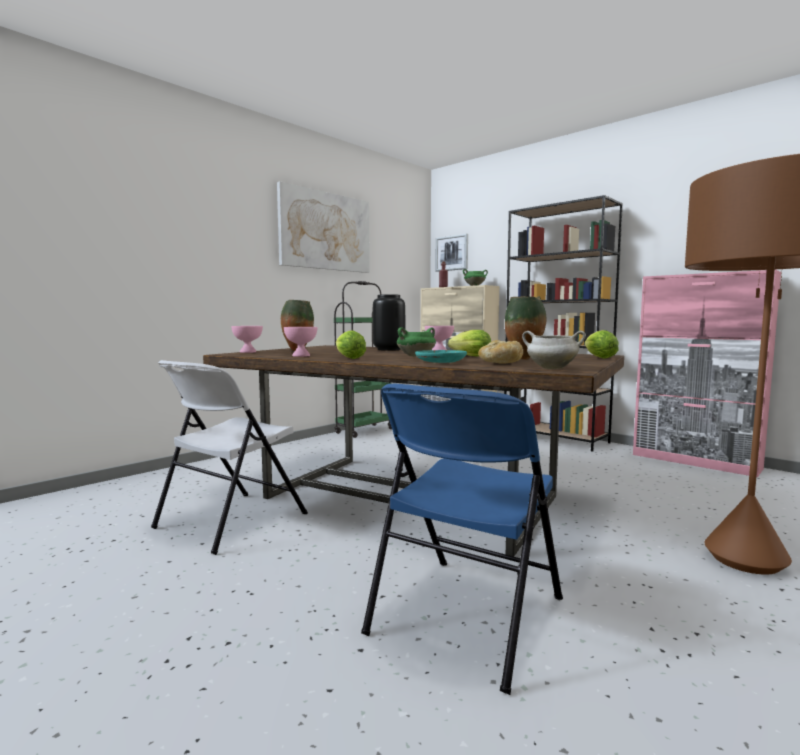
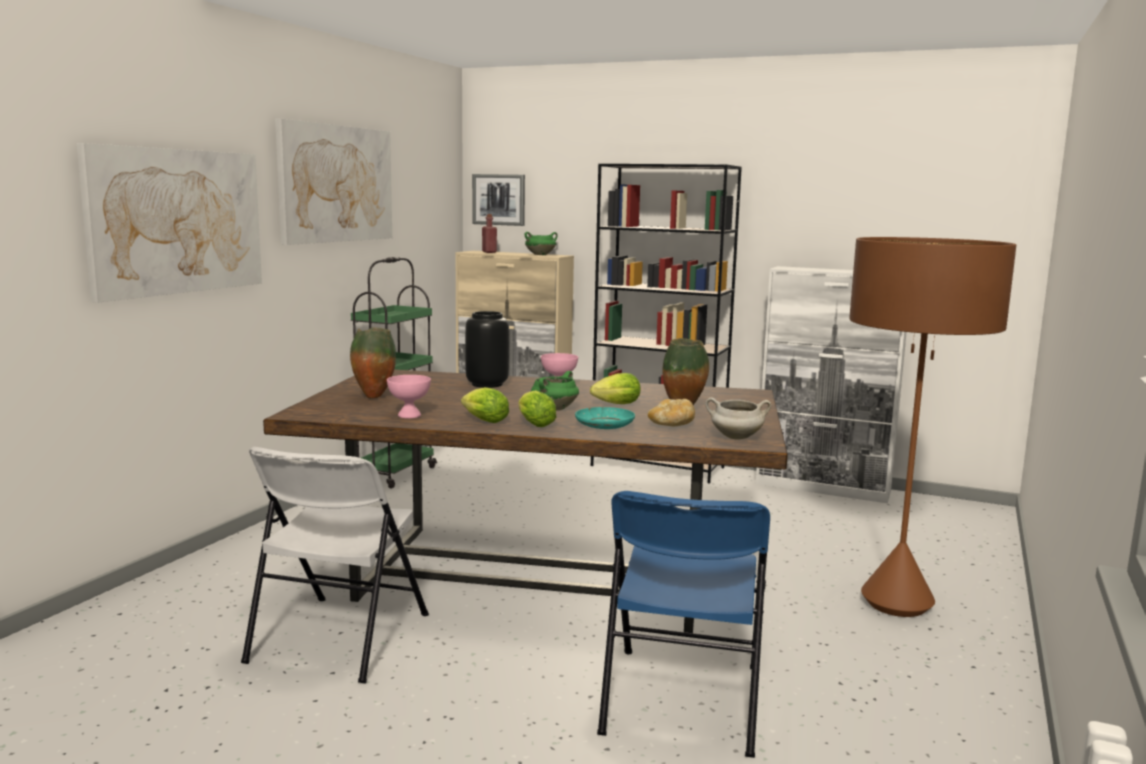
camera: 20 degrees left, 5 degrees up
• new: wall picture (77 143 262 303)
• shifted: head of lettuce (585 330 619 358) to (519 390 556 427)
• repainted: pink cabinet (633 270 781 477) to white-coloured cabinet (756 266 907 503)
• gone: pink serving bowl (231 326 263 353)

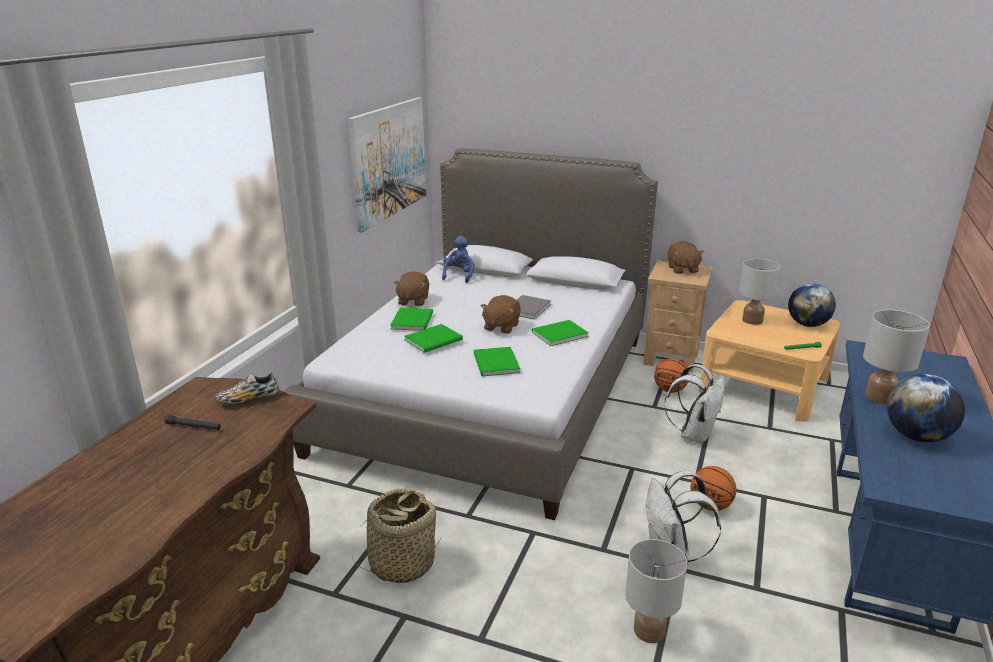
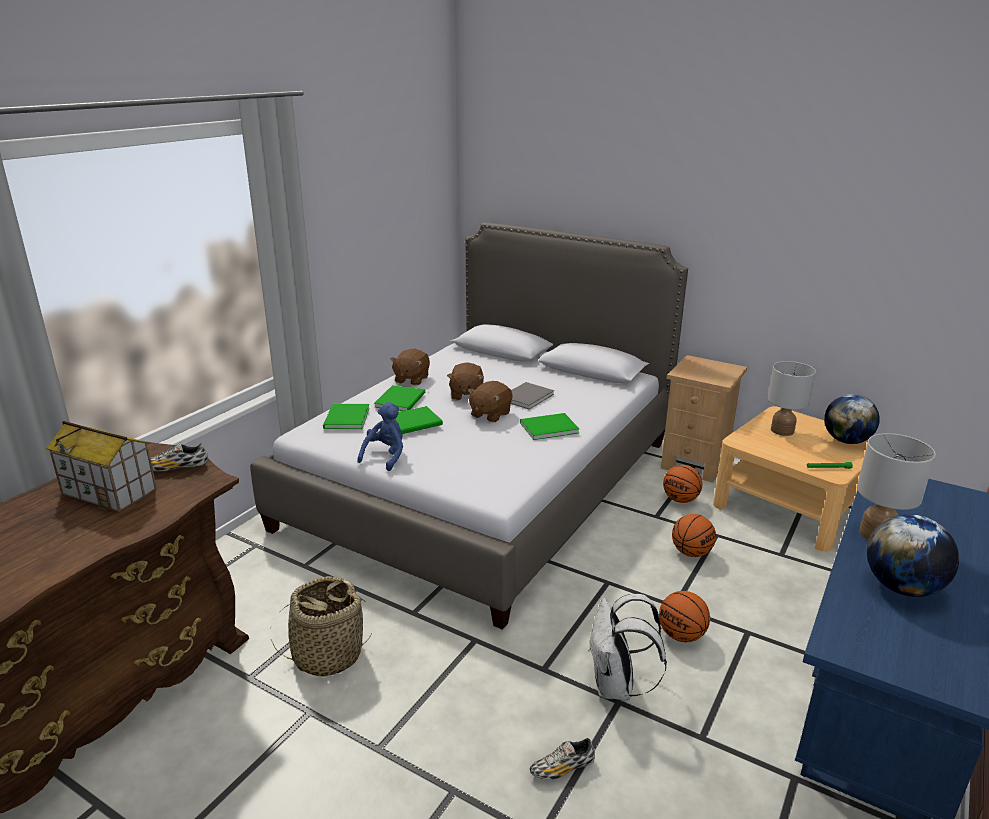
camera: 10 degrees right, 0 degrees up
• swapped: blackish torch (165 415 221 430) to miniature house (46 421 157 512)
• shifted: green-coloured bound book (474 347 520 376) to (323 404 370 429)
• shifted: bluish plush toy (442 236 475 283) to (357 402 403 471)
• shifted: brown-coloured plush toy (668 241 704 274) to (447 362 484 400)
• swapped: grey tabletop lamp (625 539 687 643) to item of footwear (530 738 595 780)
• swapped: white-coloured rucksack (665 364 725 444) to basketball (672 514 716 557)
• gone: wall picture (348 97 426 232)

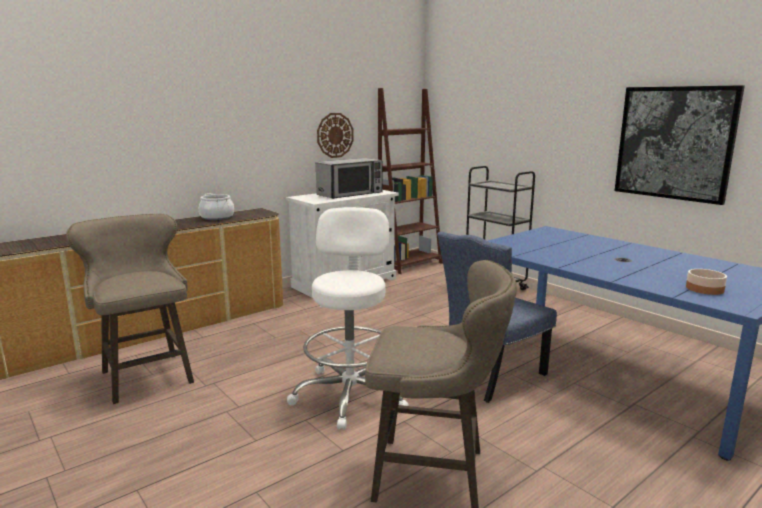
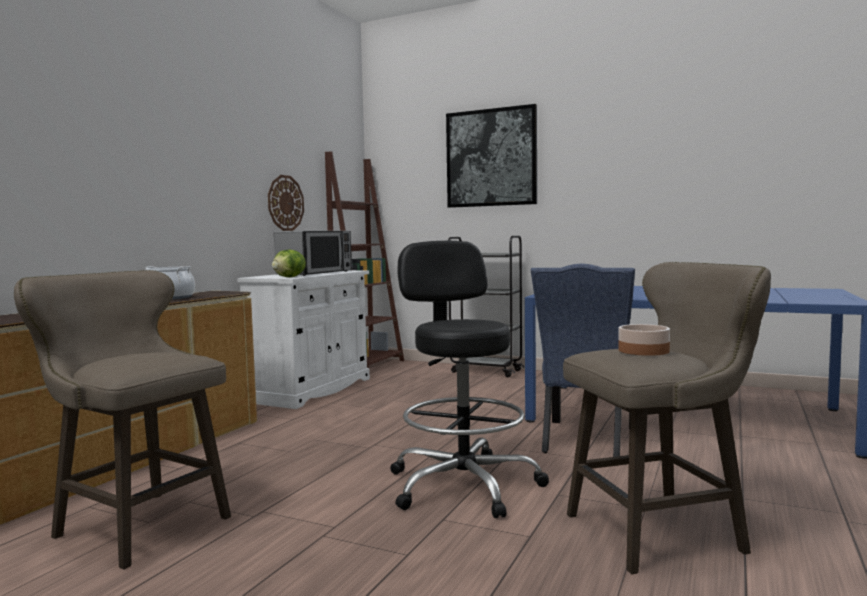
camera: 25 degrees left, 10 degrees down
• new: head of lettuce (272 249 306 277)
• repainted: white-coloured sitting stool (287 207 409 430) to blackish sitting stool (390 241 549 518)
• shifted: wall picture (615 85 745 205) to (446 104 537 208)
• shifted: serving bowl (686 269 727 295) to (618 324 670 356)

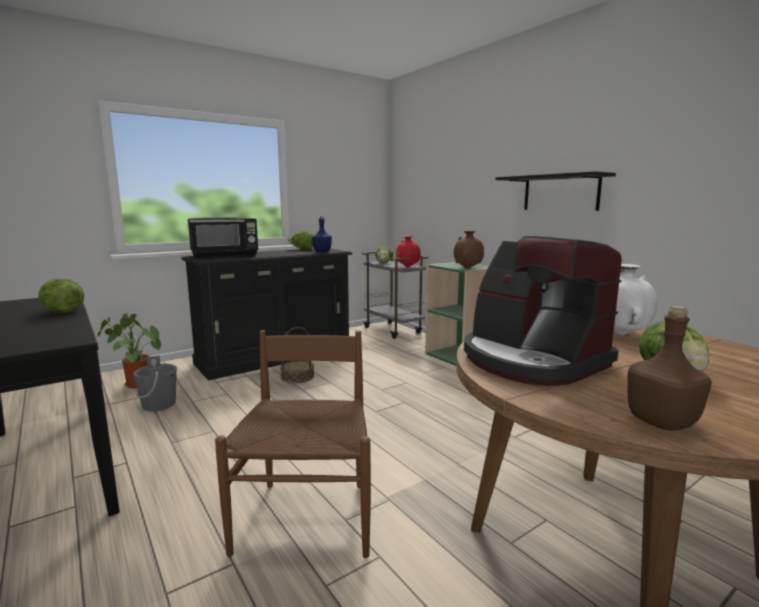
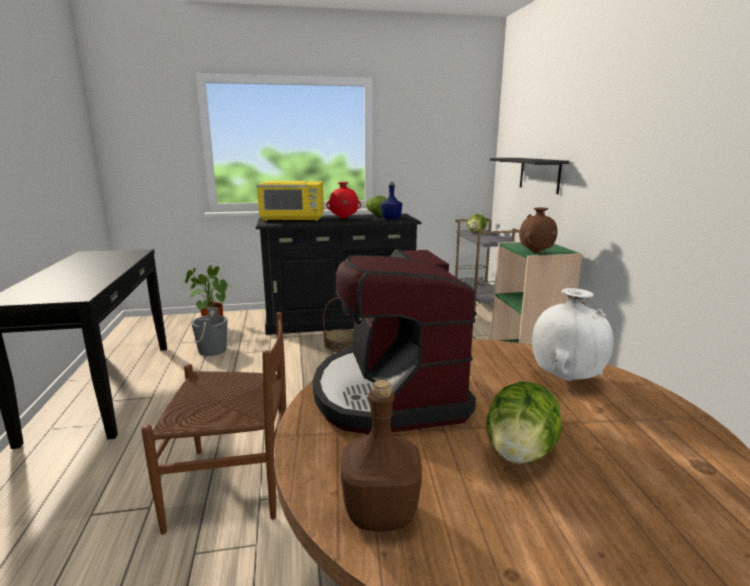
camera: 25 degrees right, 5 degrees up
• rotated: brown-coloured plain chair (215 330 371 558) = (141 312 286 535) 60 degrees clockwise
• repainted: blackish microwave oven (188 217 258 259) to yellow-coloured microwave oven (257 181 324 221)
• shifted: red-coloured vase (396 236 421 267) to (326 182 361 219)
• shifted: blackish wall shelf (496 171 616 211) to (490 158 569 194)
• gone: head of lettuce (39 279 84 313)

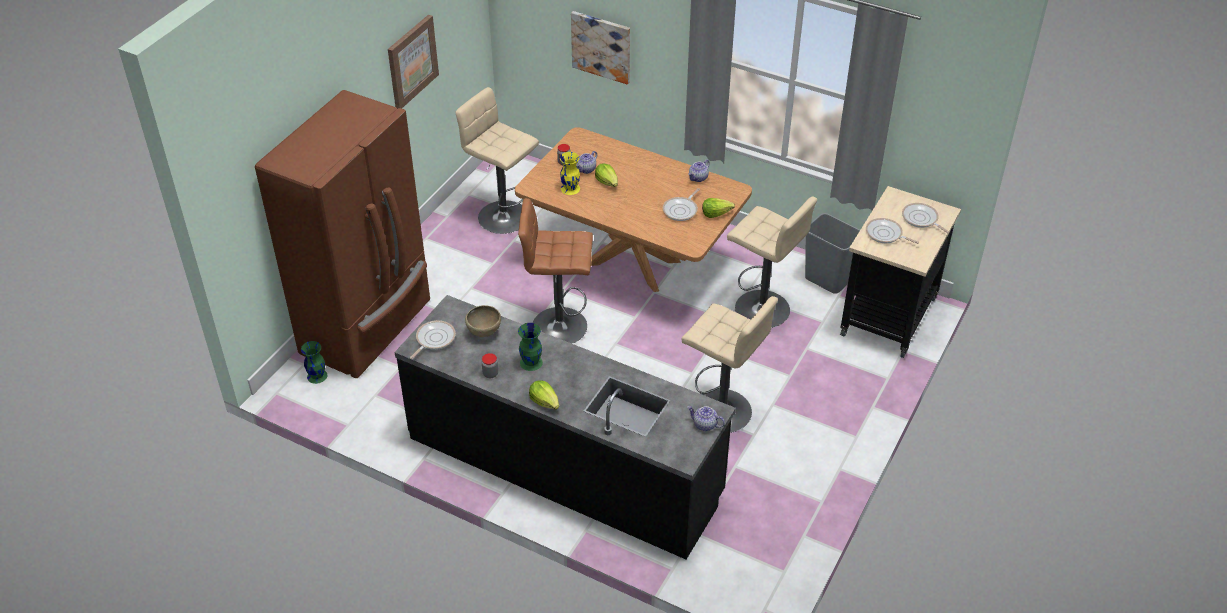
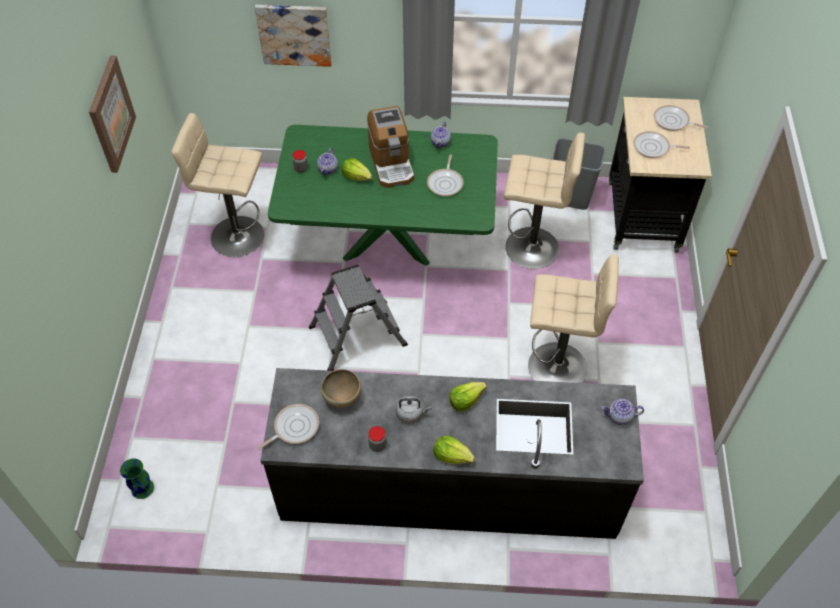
camera: 25 degrees left, 10 degrees up
• rotated: pan (410 320 456 359) = (257 404 319 450) 45 degrees clockwise
• repainted: brown-coloured kitchen table (515 127 752 292) to green-coloured kitchen table (268 125 498 266)
• swapped: brown-coloured sitting stool (518 198 593 344) to grey step stool (309 264 408 371)
• new: coffee machine (367 106 414 188)
• swapped: green-coloured vase (518 323 543 371) to grey tea kettle (396 396 431 424)
• shifted: head of lettuce (702 198 735 218) to (449 382 487 411)
• gone: brown-coloured refrigerator (255 90 430 378)
• gone: yellow-coloured vase (560 152 580 195)

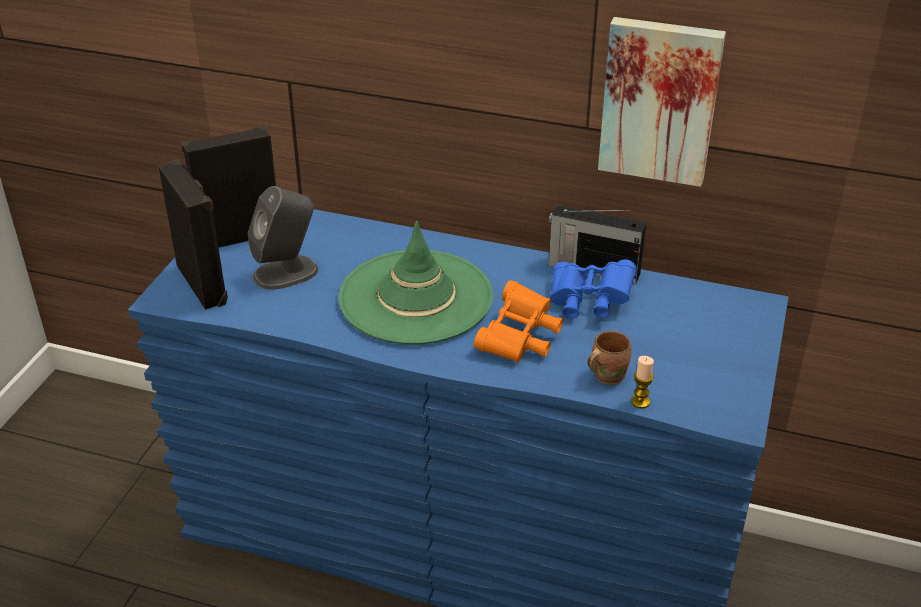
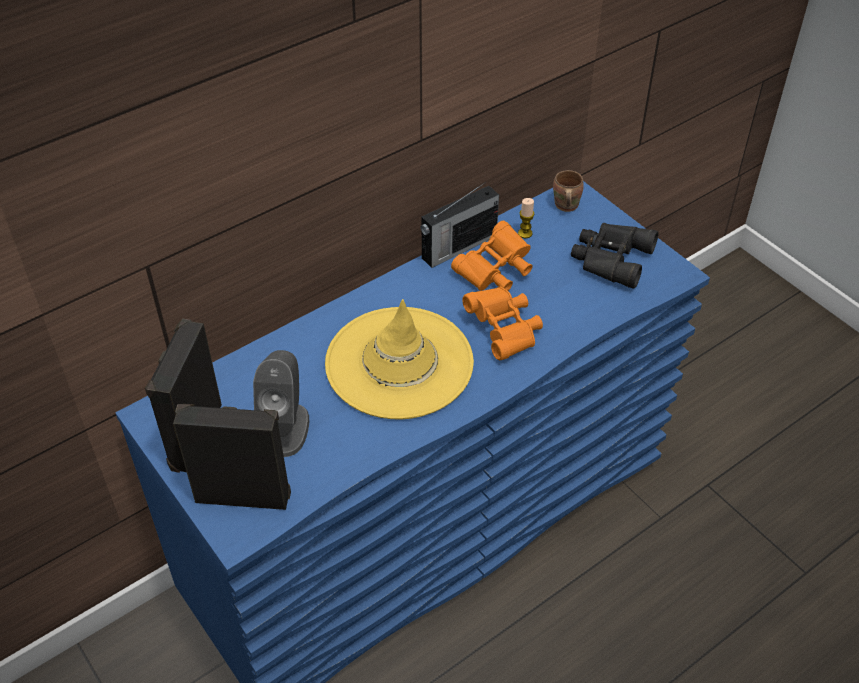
camera: 55 degrees left, 10 degrees up
• repainted: green-coloured clothing hat (339 221 493 345) to yellow-coloured clothing hat (325 299 474 420)
• repainted: bluish binoculars (550 259 637 319) to orange-coloured binoculars (451 221 533 291)
• shifted: wax light (631 356 654 408) to (518 198 534 238)
• shifted: brown-coloured mug (588 331 632 385) to (553 170 584 212)
• new: blackish binoculars (571 222 659 289)
• gone: wall picture (598 17 726 187)

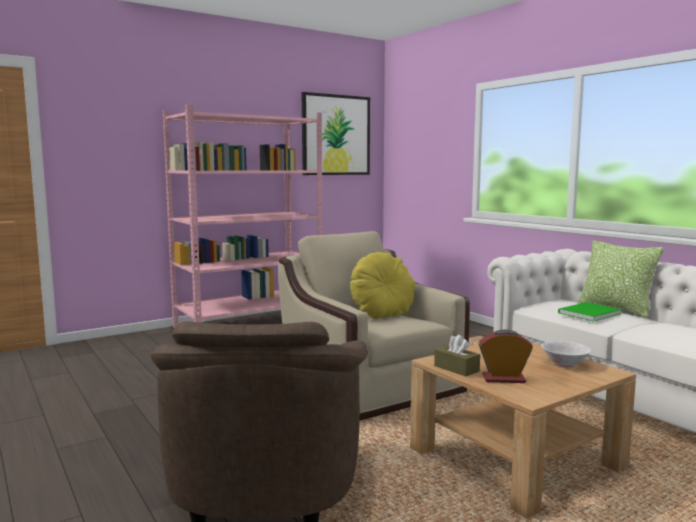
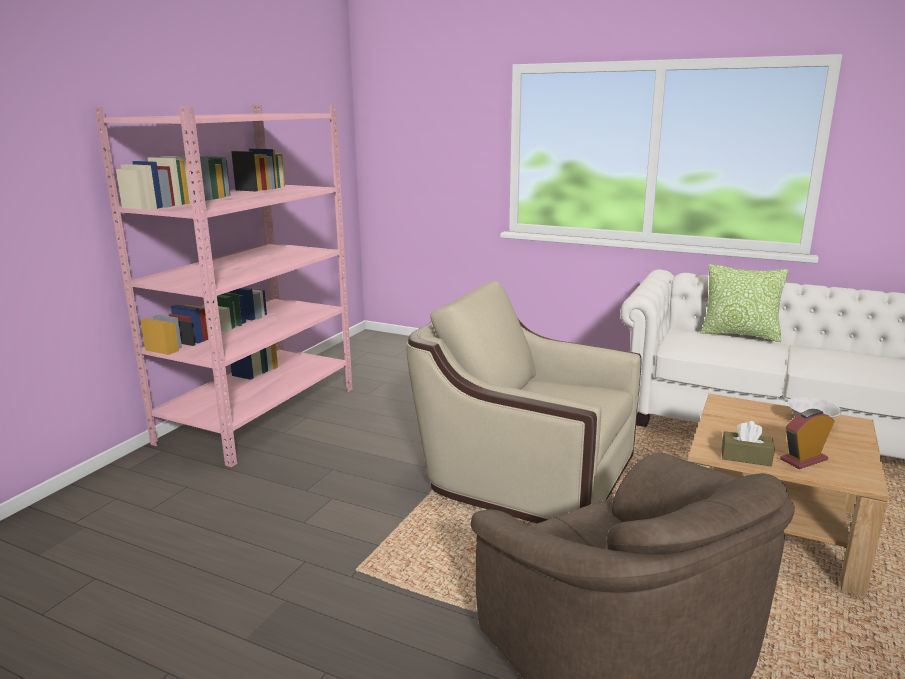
camera: 30 degrees left, 10 degrees up
• gone: wall picture (302 92 370 175)
• gone: yellow-coloured pillow (350 252 415 319)
• gone: green-coloured bound book (558 302 622 322)

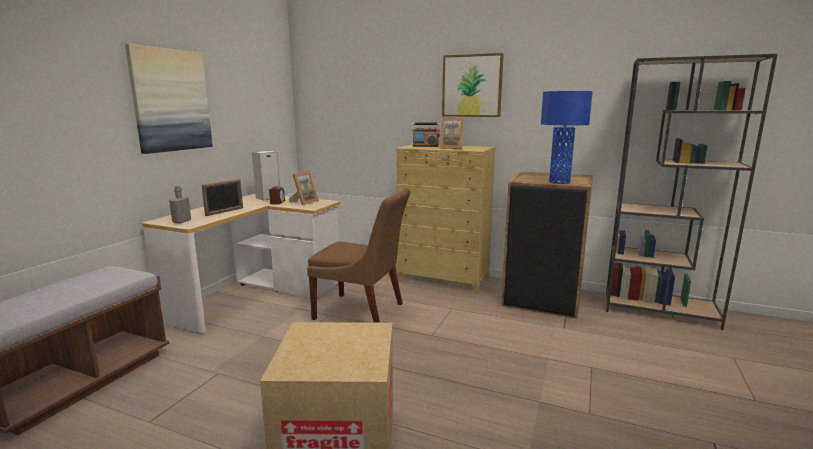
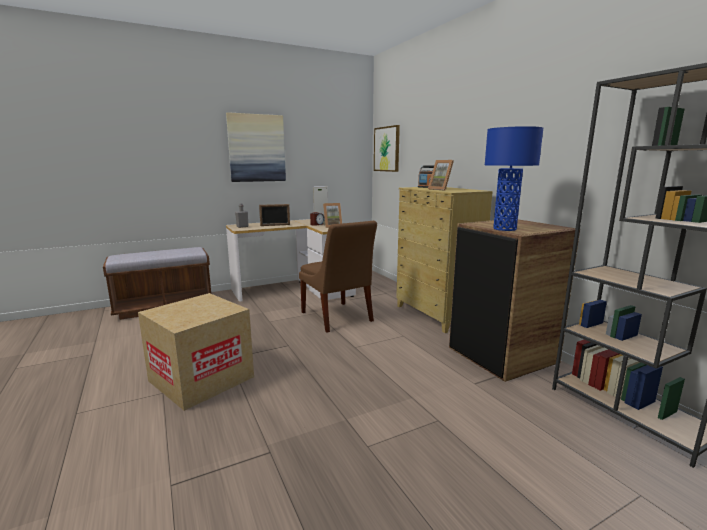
camera: 40 degrees right, 0 degrees up
• shifted: wall picture (442 53 504 117) to (374 125 400 172)

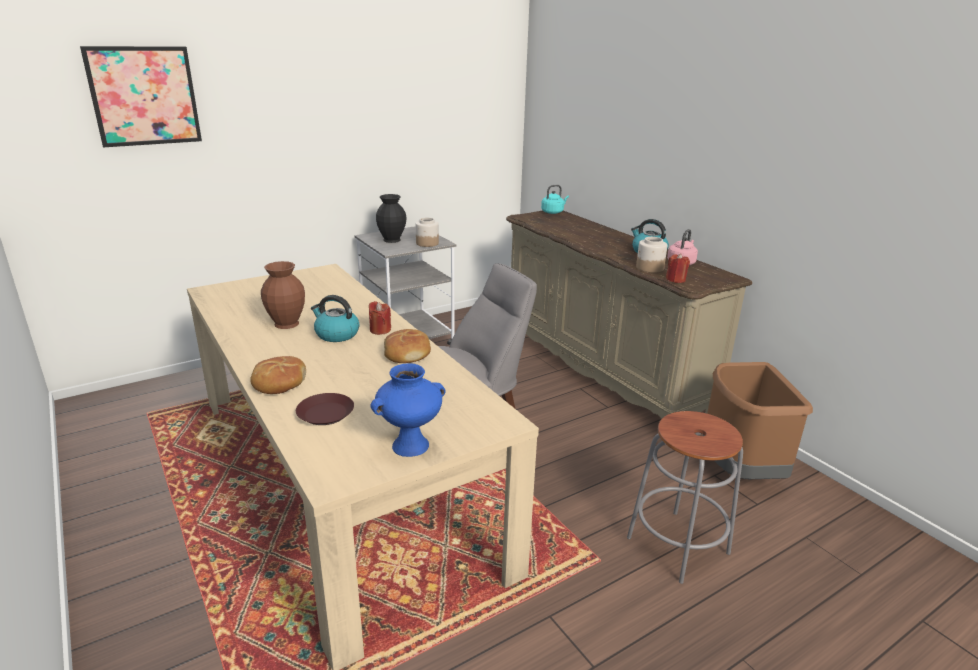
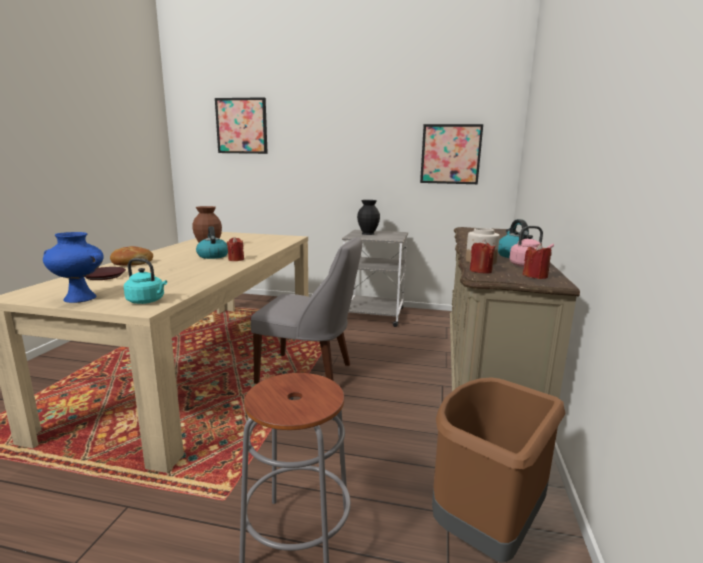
camera: 45 degrees right, 10 degrees down
• shifted: turquoise tea kettle (541 185 569 214) to (124 258 167 304)
• new: wall picture (420 124 483 184)
• new: red-coloured wax light (523 243 552 279)
• gone: bakery bread (384 329 431 363)
• gone: jar (416 218 439 247)

